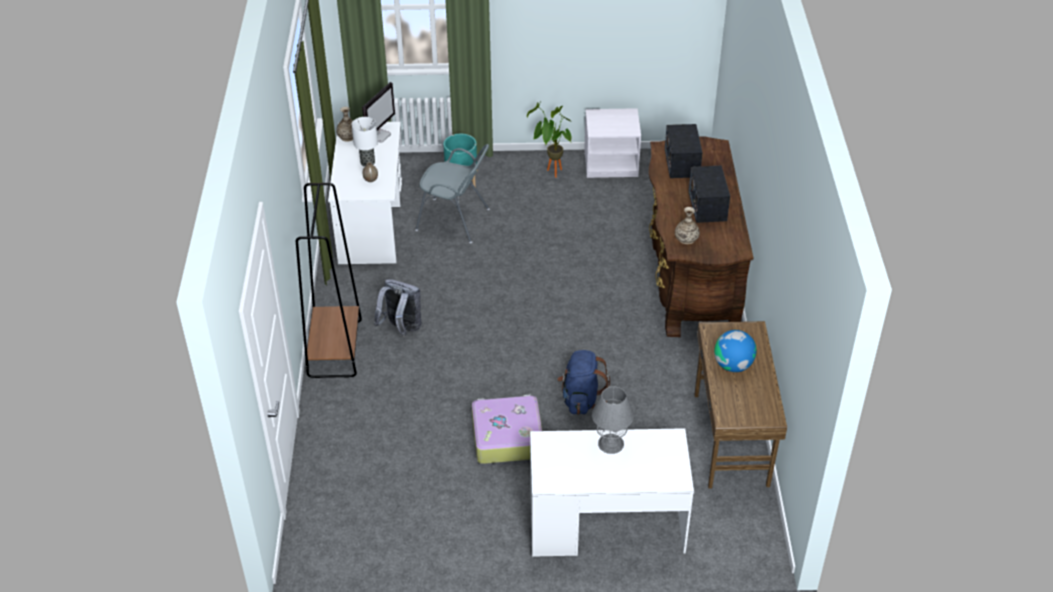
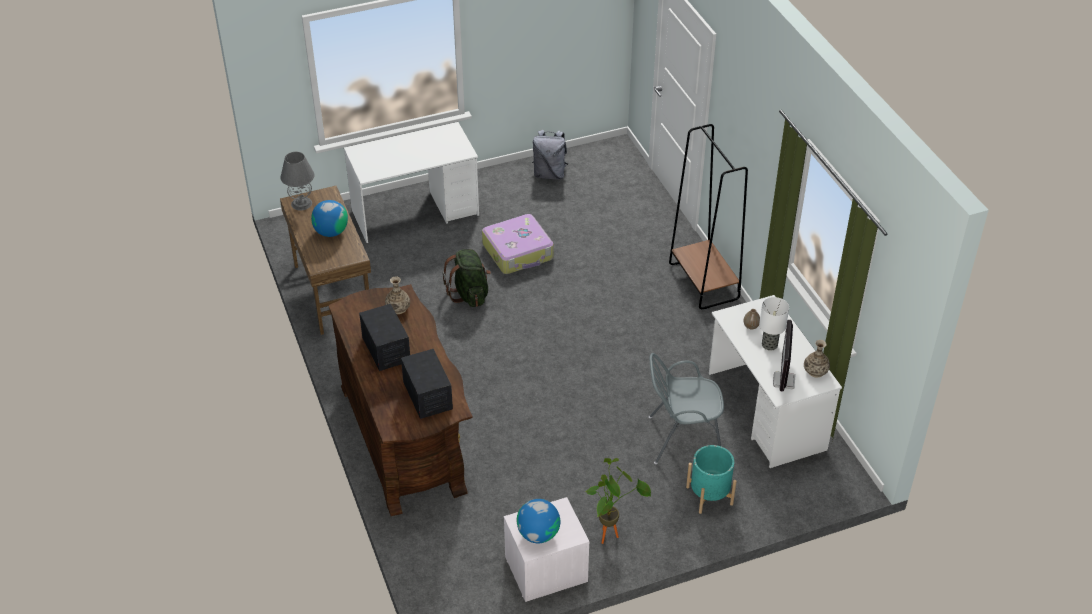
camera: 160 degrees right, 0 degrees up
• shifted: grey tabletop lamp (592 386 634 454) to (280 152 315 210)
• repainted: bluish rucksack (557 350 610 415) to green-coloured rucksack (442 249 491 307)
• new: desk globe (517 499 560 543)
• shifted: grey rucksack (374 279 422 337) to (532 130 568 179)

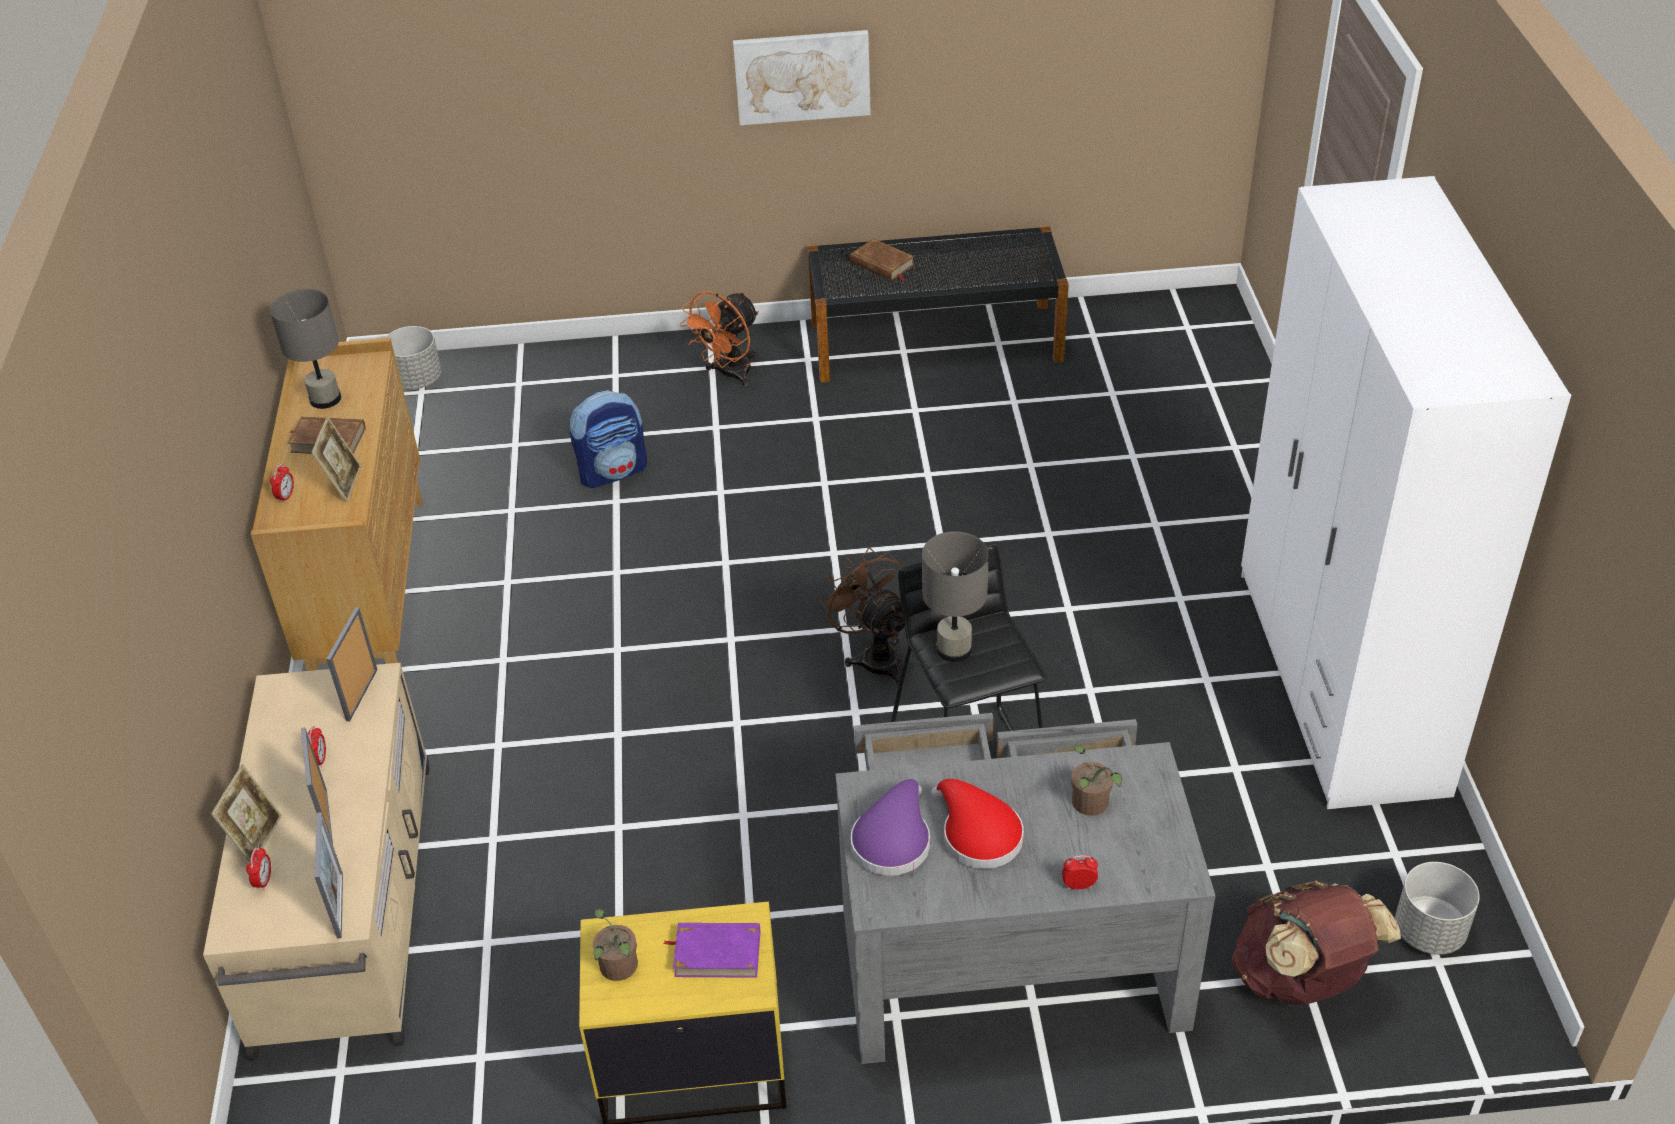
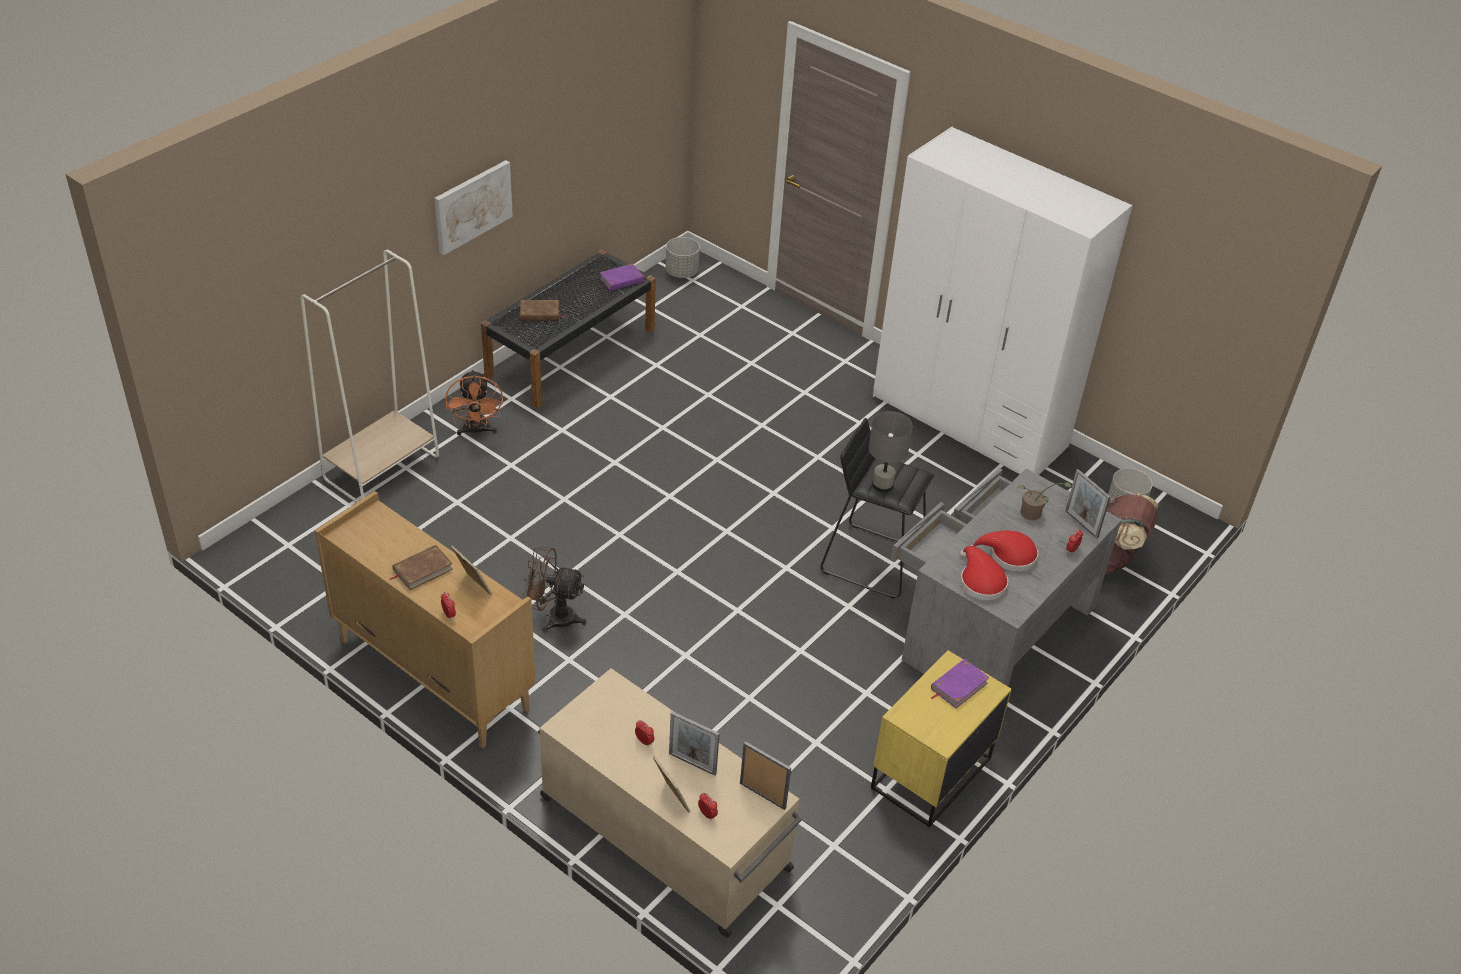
camera: 50 degrees left, 0 degrees up
• new: garment stand (301 250 439 503)
• shifted: brown-coloured electric fan (819 548 905 685) to (522 546 586 633)
• new: purple bound book (600 263 647 291)
• shifted: grey plant pot (385 326 442 389) to (666 237 700 278)
• repainted: purple clothing hat (851 779 930 876) to red-coloured clothing hat (960 546 1008 600)
• shifted: picture frame (326 607 378 722) to (1065 469 1110 539)
• gone: grey tabletop lamp (270 289 341 409)
• gone: rucksack (570 390 647 488)
• gone: potted plant (593 909 638 981)

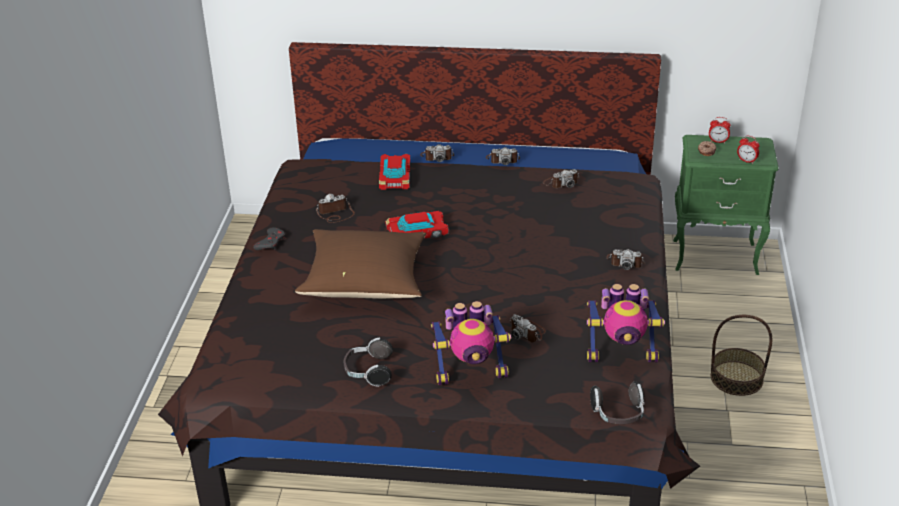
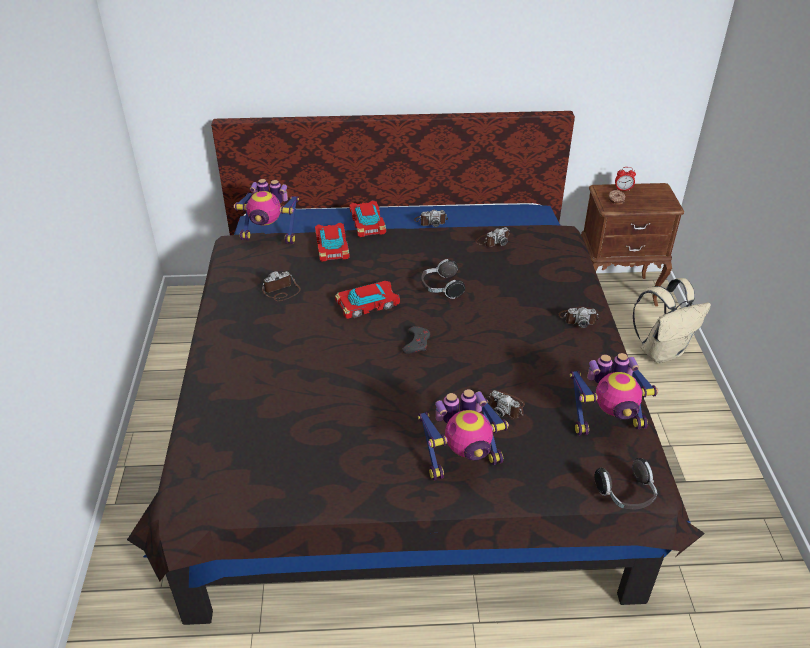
camera: 10 degrees left, 5 degrees up
• new: toy robot (234 179 299 244)
• swapped: still camera (420 144 454 162) to miniature car (349 200 386 237)
• shifted: grey joypad (253 227 285 250) to (402 326 430 354)
• shifted: headset (343 338 393 387) to (422 259 465 299)
• repainted: green-coloured bedside table (673 135 779 275) to brown-coloured bedside table (581 183 684 307)
• new: beige-coloured rucksack (633 278 711 363)
• gone: brown-coloured pillow (295 229 426 299)
• gone: basket (711 315 772 396)
• gone: table clock (737 135 760 164)

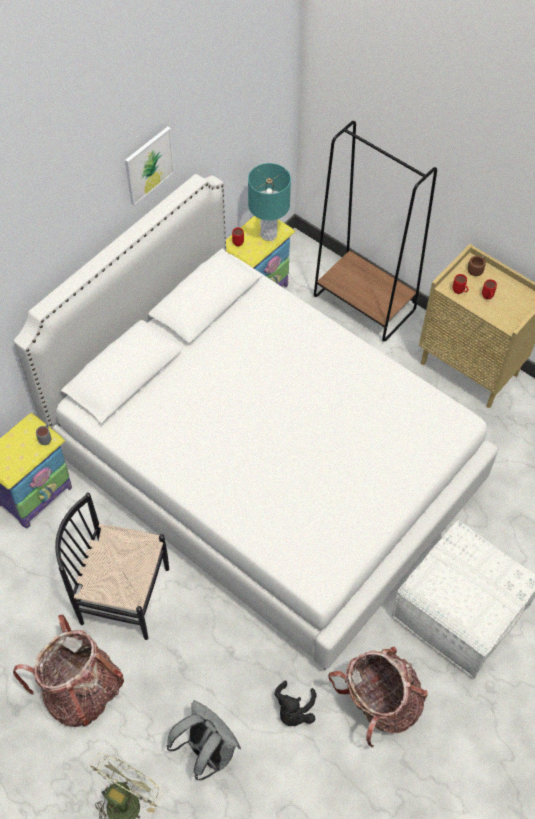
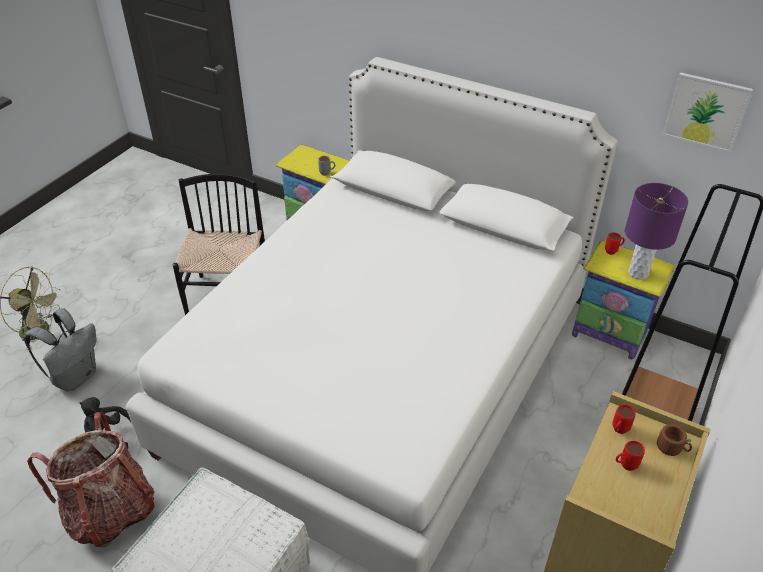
camera: 80 degrees right, 15 degrees down
• repainted: turquoise tabletop lamp (248 163 291 241) to purple tabletop lamp (625 183 688 280)
• shifted: wall picture (125 127 175 205) to (662 72 753 152)
• gone: rucksack (13 614 124 727)

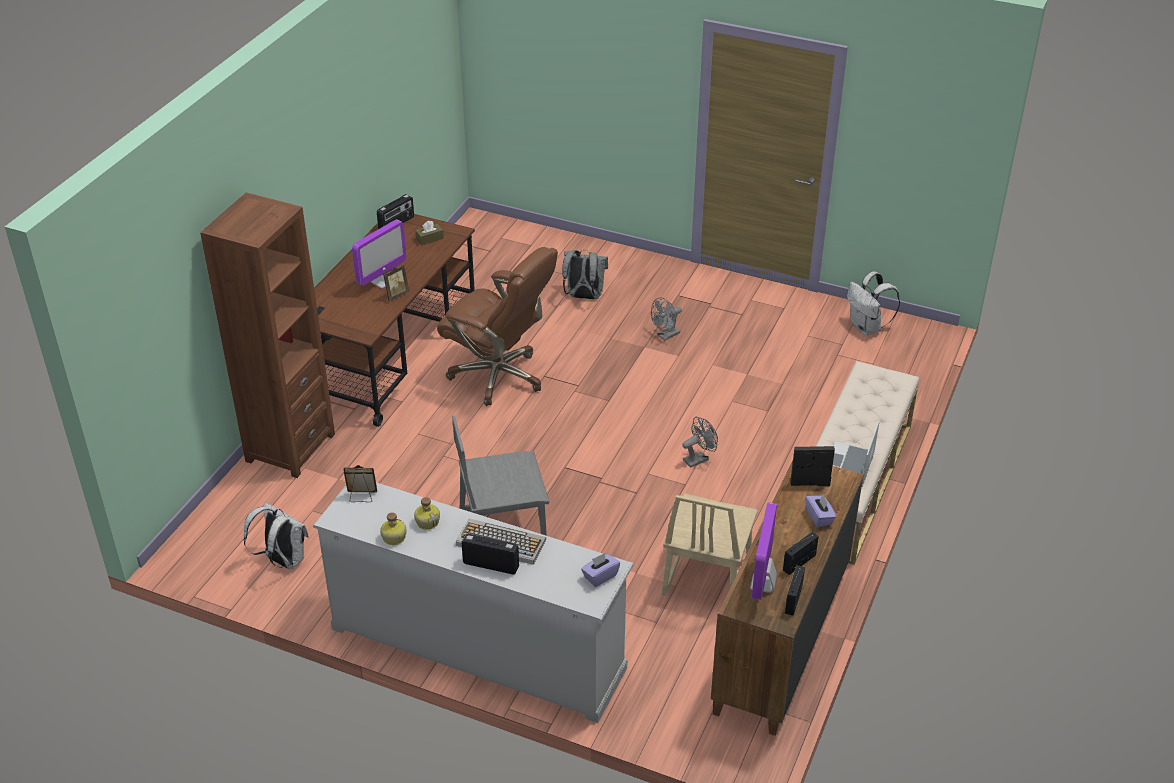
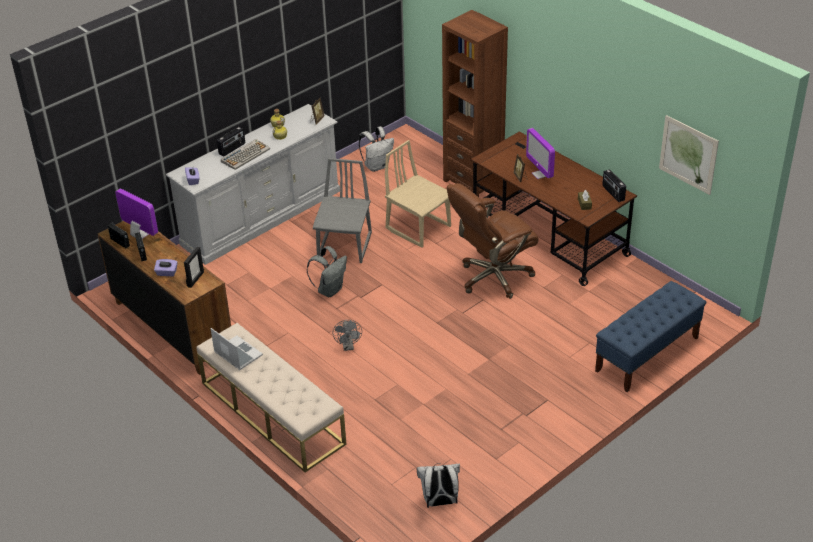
camera: 115 degrees right, 0 degrees up
• shifted: grey rucksack (562 250 608 299) to (307 246 347 297)
• shifted: beige-coloured plain chair (662 493 758 596) to (385 140 451 248)
• new: bluish indoor bench (595 281 706 392)
• new: wall picture (659 115 719 195)
• gone: grey electric fan (651 297 682 341)

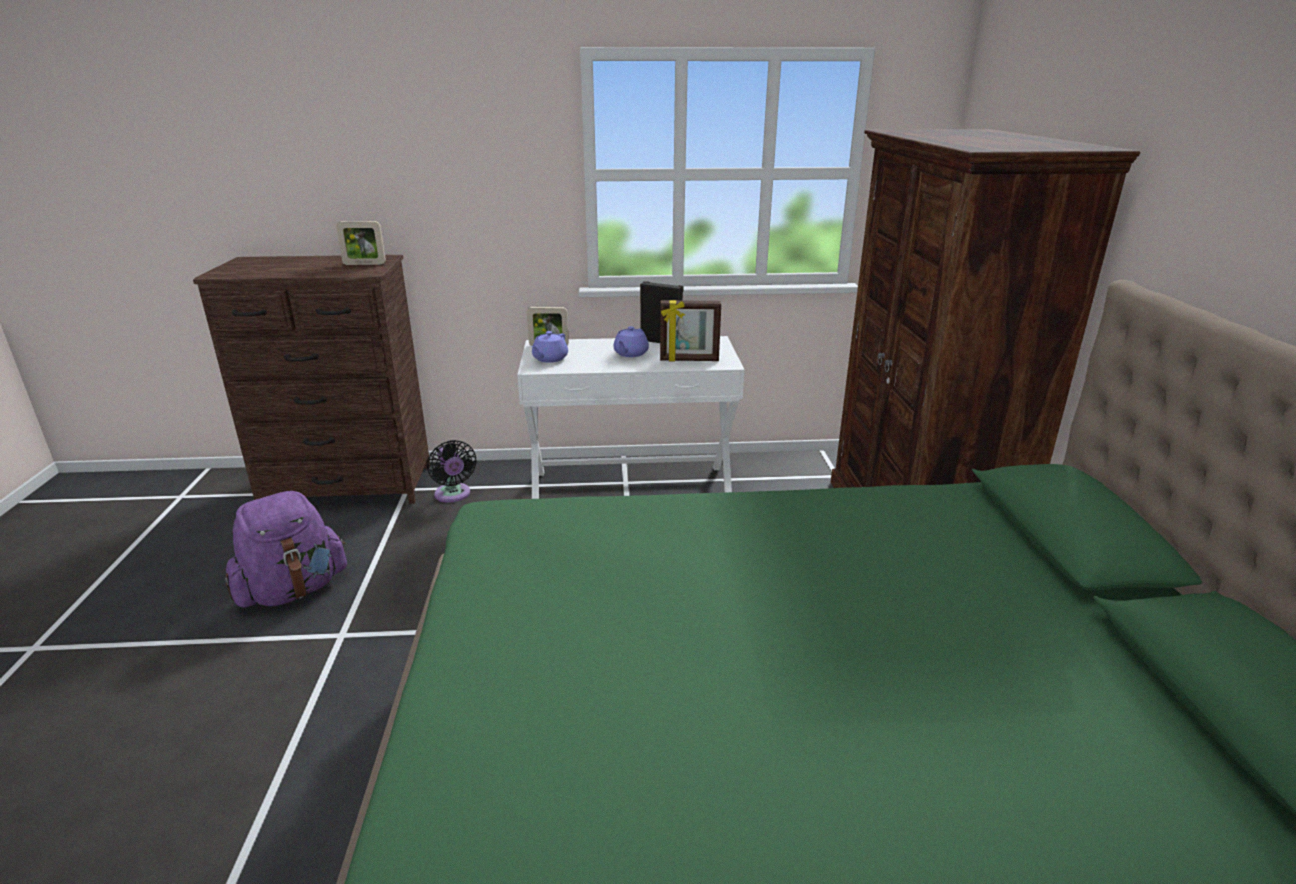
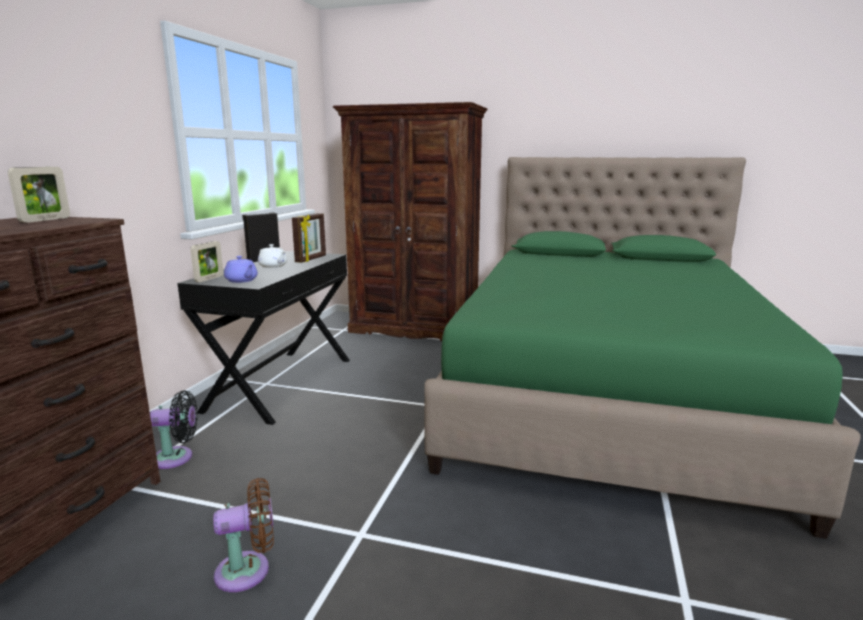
camera: 70 degrees left, 10 degrees down
• repainted: white-coloured hall table (517 336 745 499) to blackish hall table (177 251 350 425)
• swapped: purple rucksack (225 491 347 608) to brown-coloured electric fan (213 478 274 592)
• repainted: purple tea pot (613 326 649 357) to white-coloured tea pot (258 244 287 268)

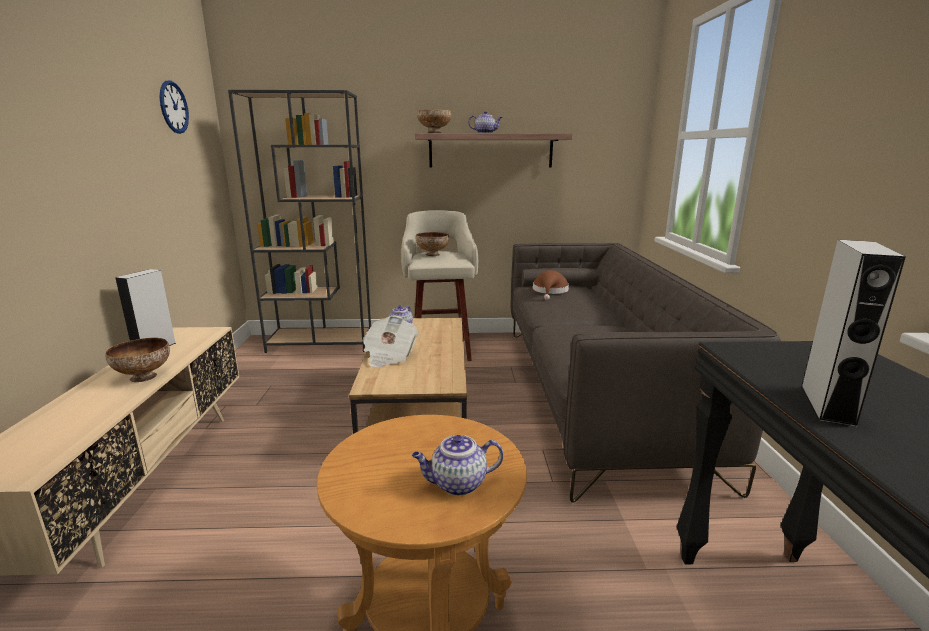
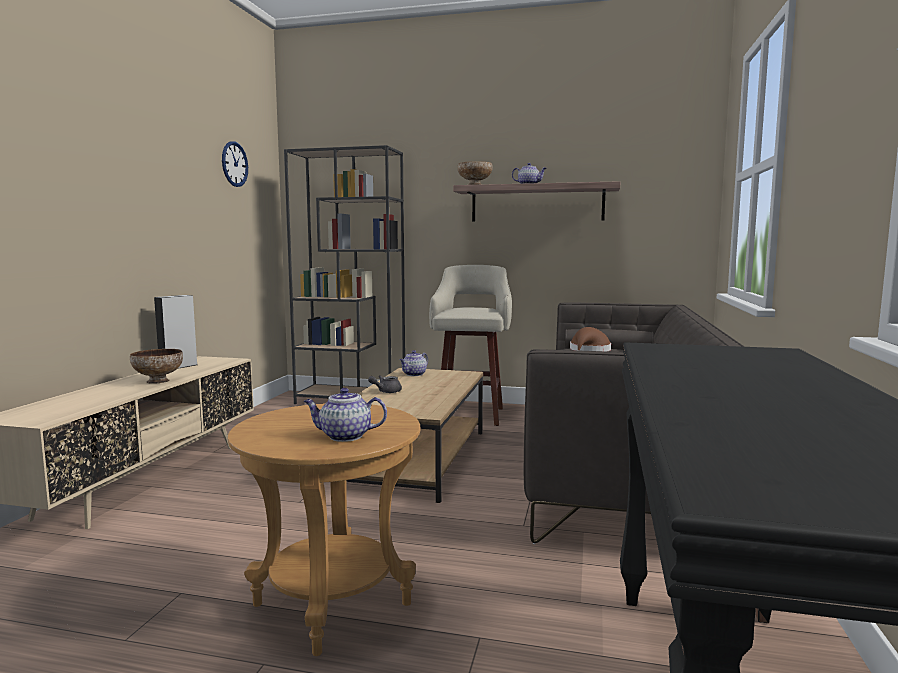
camera: 15 degrees right, 10 degrees down
• swapped: printed paper (363 316 418 367) to grey tea pot (368 375 402 393)
• gone: serving bowl (416 232 449 256)
• gone: grey speaker (801 240 906 428)

